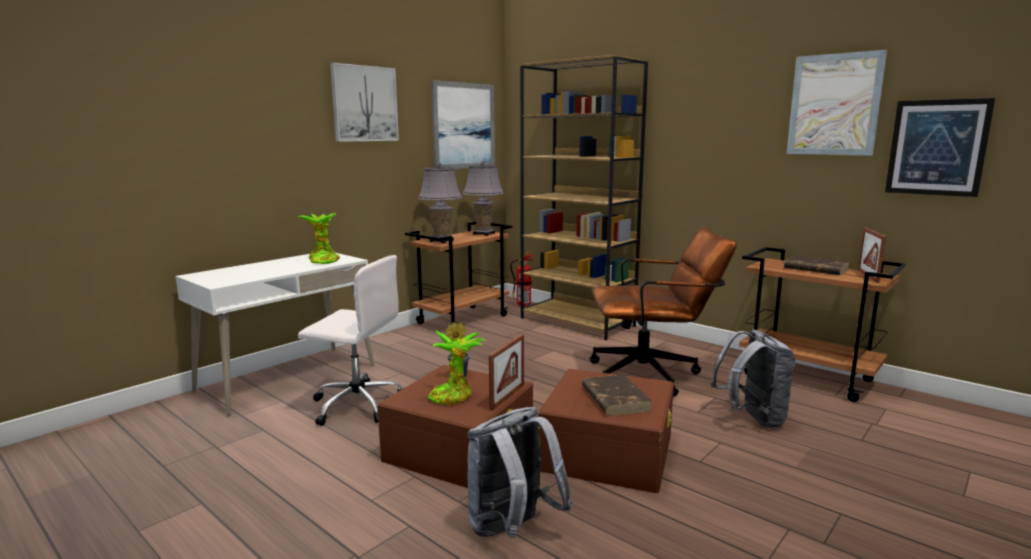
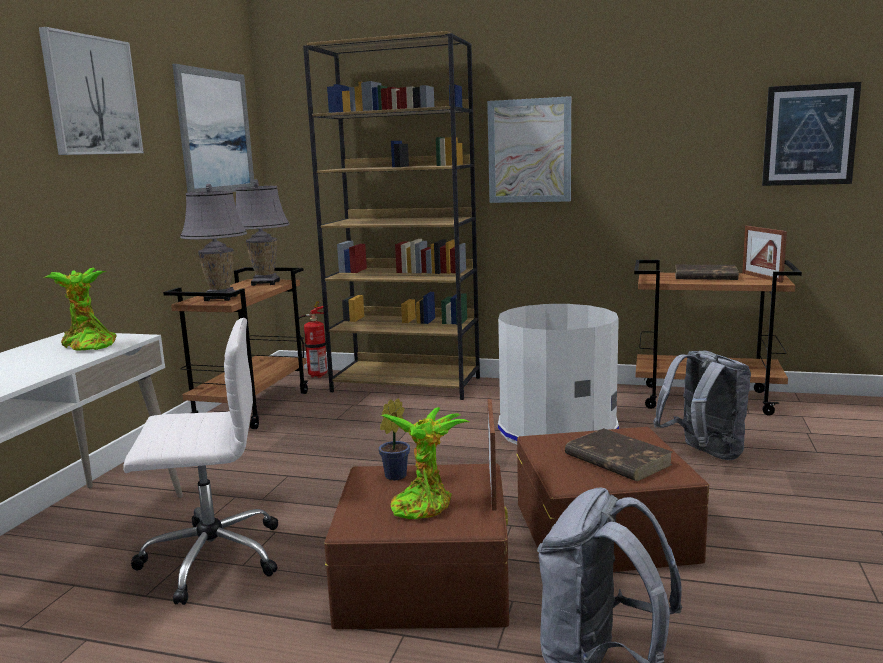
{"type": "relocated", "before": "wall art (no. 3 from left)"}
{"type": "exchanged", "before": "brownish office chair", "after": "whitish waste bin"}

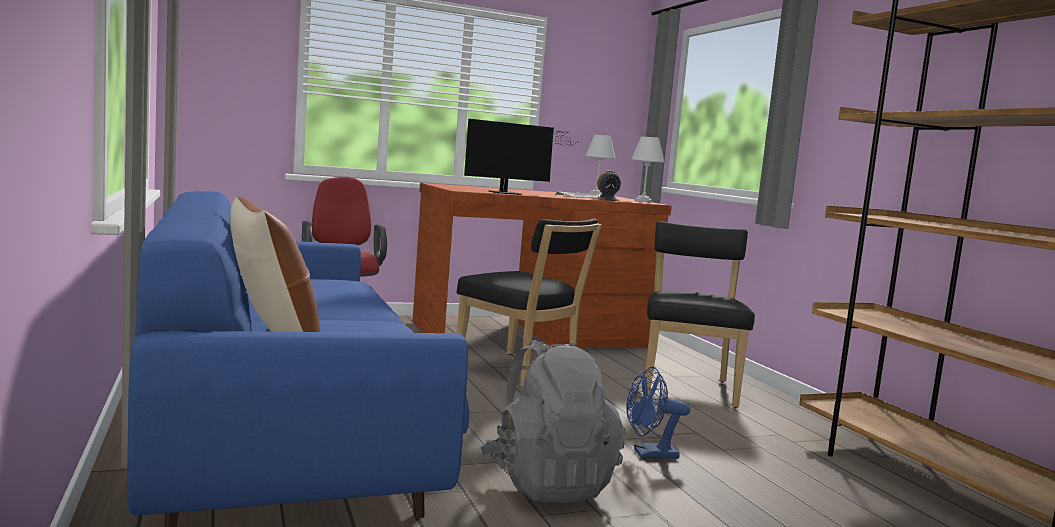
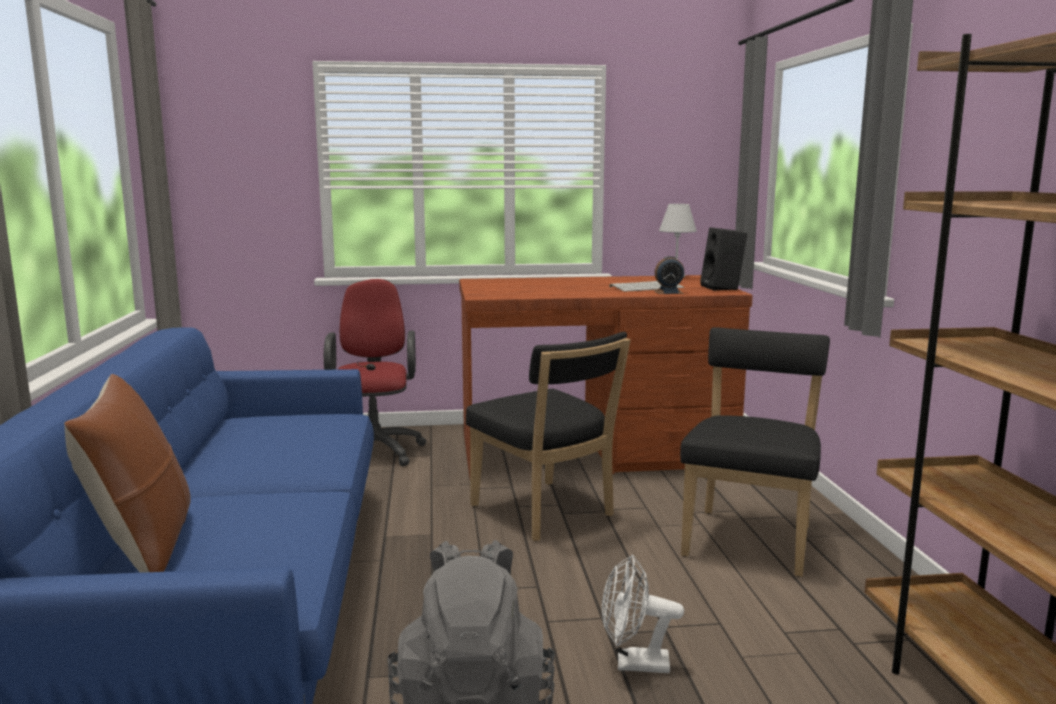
{"type": "missing", "before": "computer display"}
{"type": "exchanged", "before": "whitish table lamp (no. 2 from left)", "after": "blackish audio speaker"}
{"type": "colour", "before": "bluish cooling fan", "after": "whitish cooling fan"}

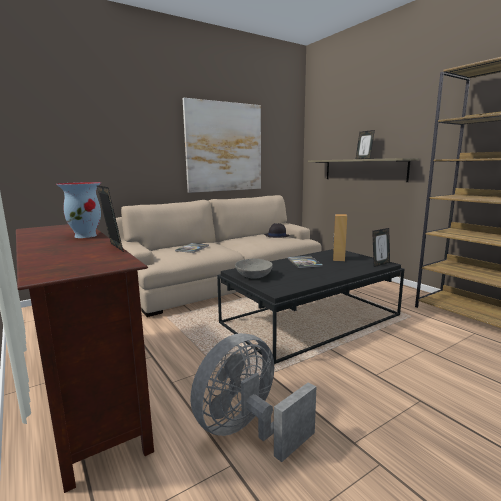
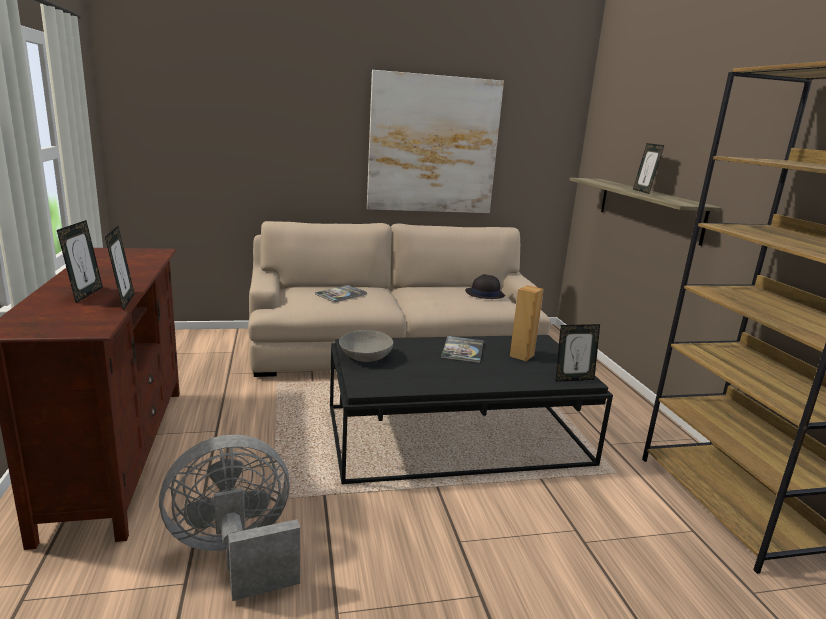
{"type": "missing", "before": "vase"}
{"type": "appeared", "after": "photo frame (no. 1 from left)"}

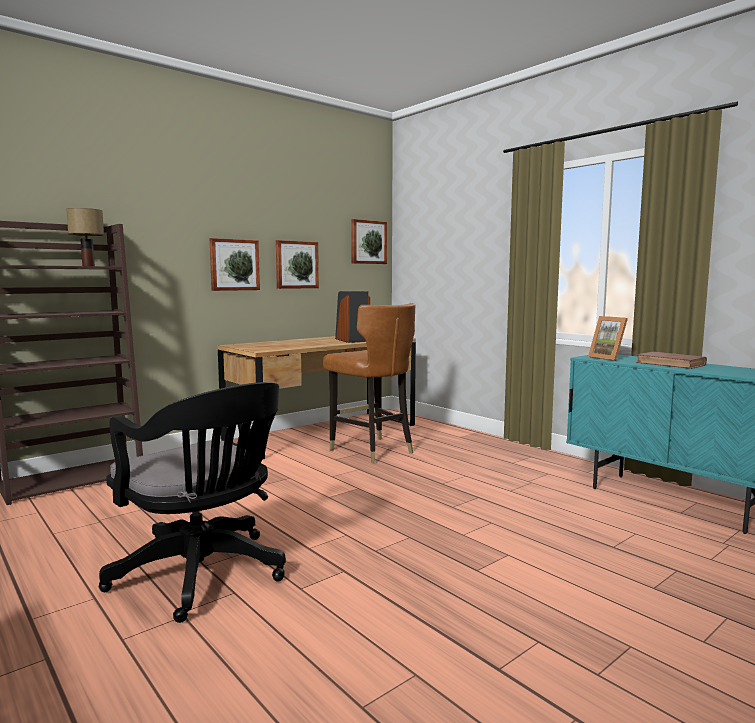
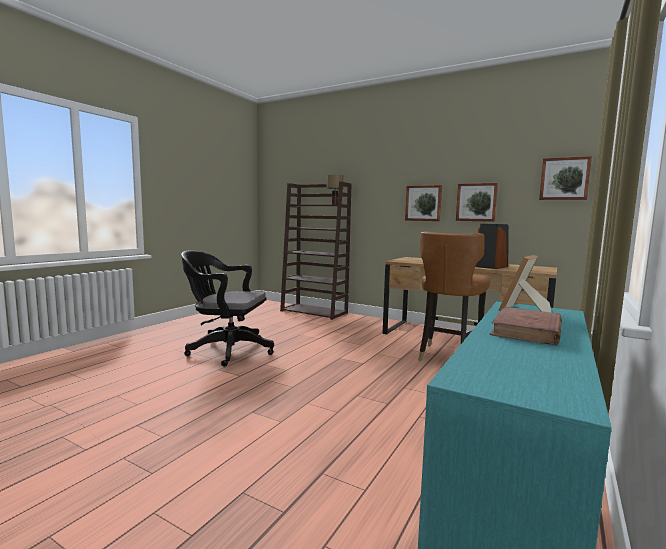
{"type": "spun", "before": "blackish office chair", "turn": 75}

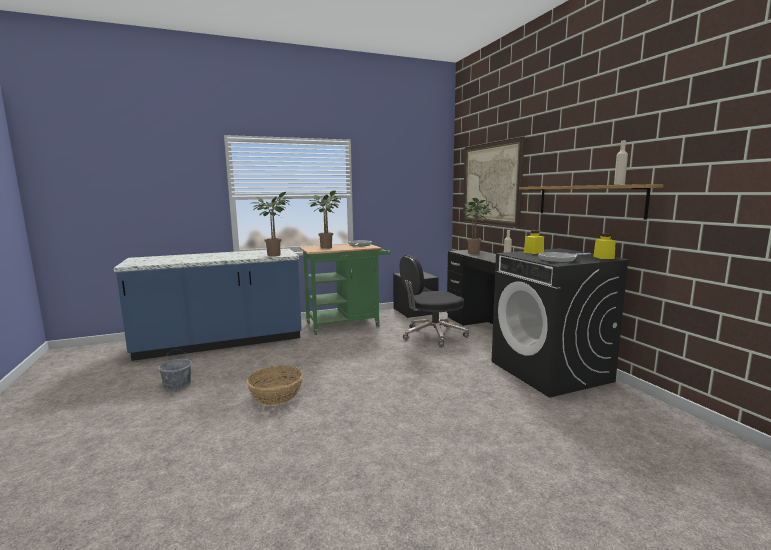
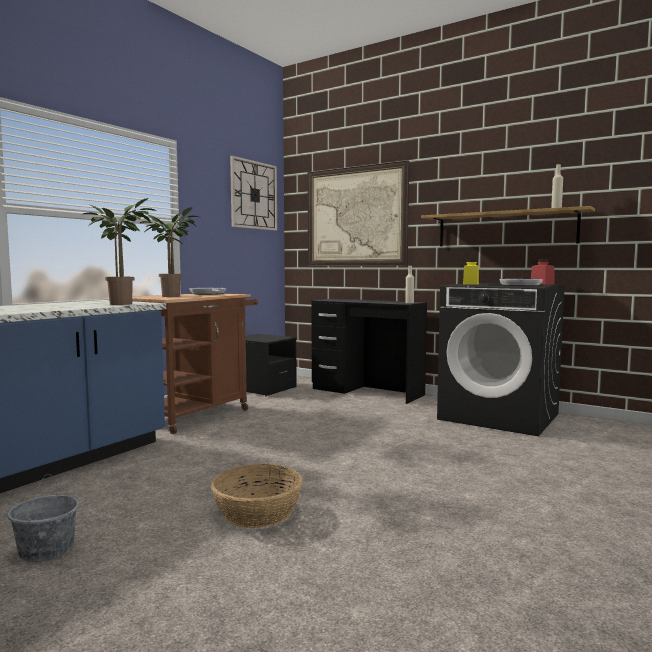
{"type": "missing", "before": "plant in a pot (no. 3 from left)"}
{"type": "colour", "before": "yellow-coloured storage jar (no. 2 from left)", "after": "red storage jar"}
{"type": "colour", "before": "green-coloured wheeled cart", "after": "brownish wheeled cart"}
{"type": "missing", "before": "blackish office chair"}
{"type": "appeared", "after": "clock on the wall"}

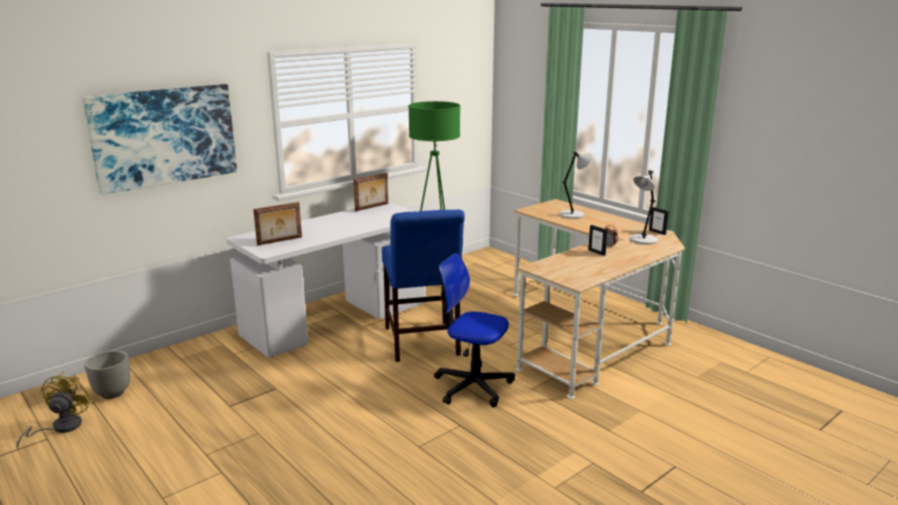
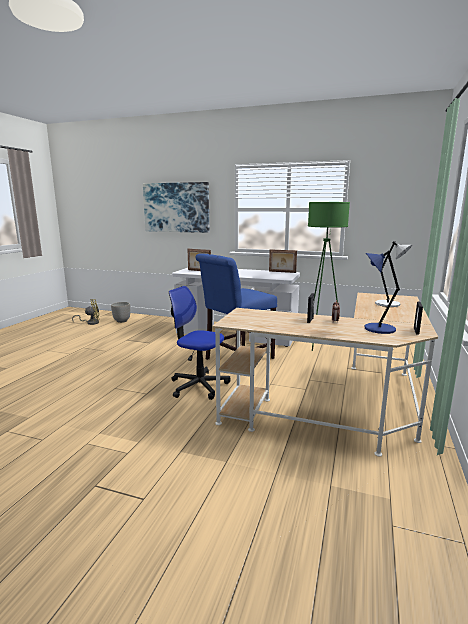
{"type": "colour", "before": "grey table lamp (no. 2 from left)", "after": "bluish table lamp"}
{"type": "spun", "before": "office chair", "turn": -60}

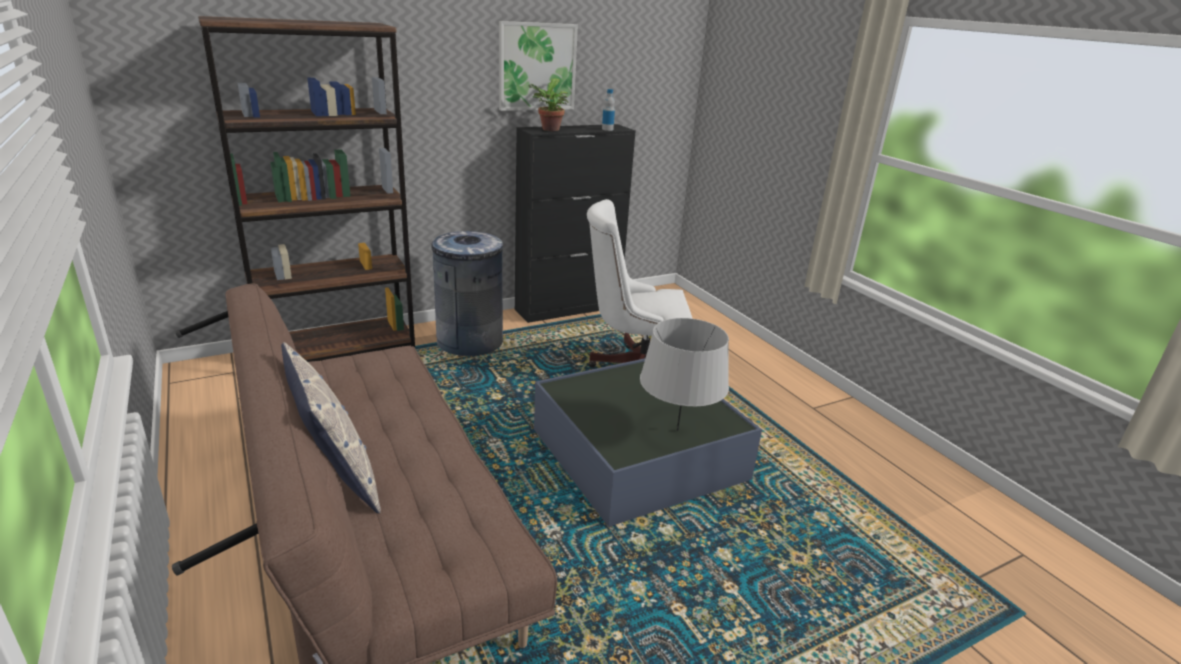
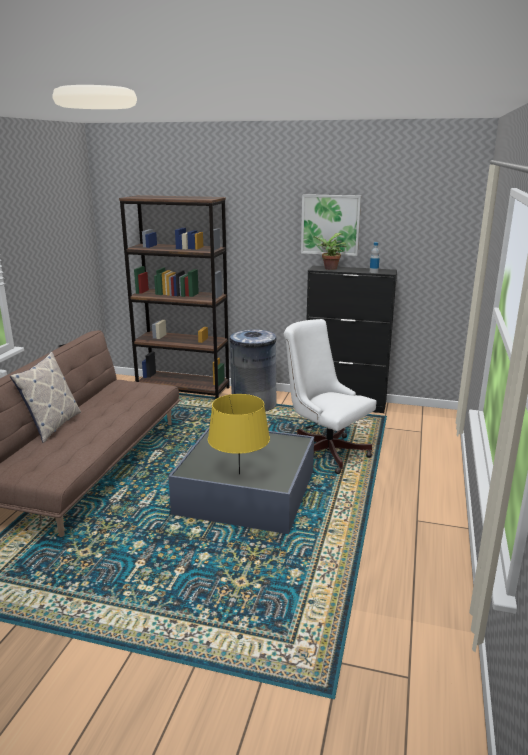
{"type": "colour", "before": "grey table lamp", "after": "yellow-coloured table lamp"}

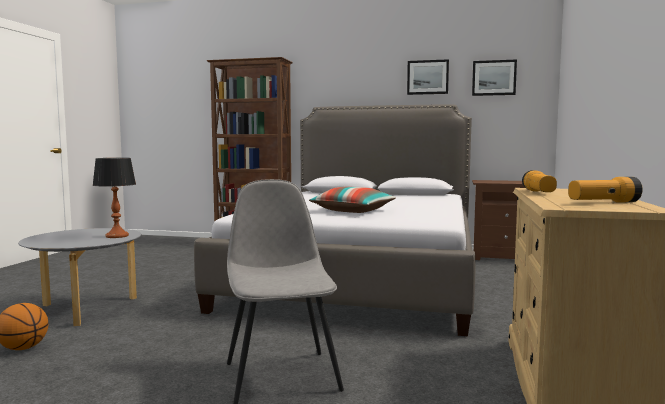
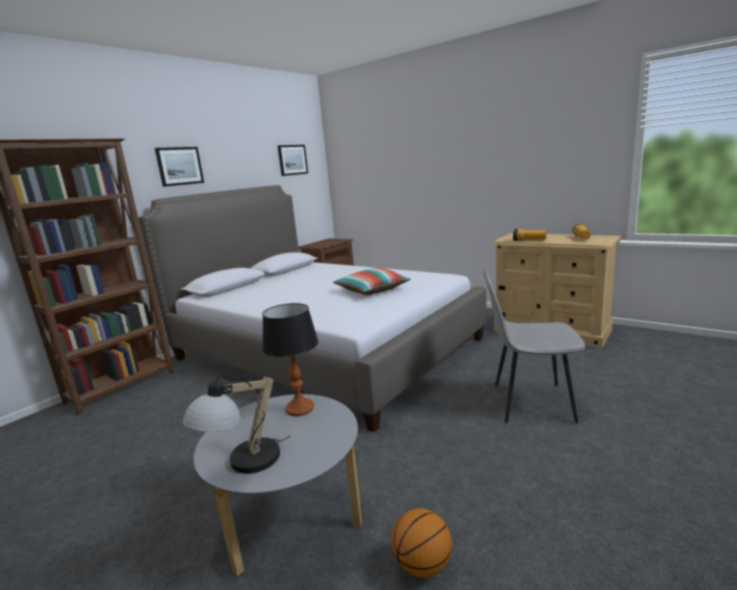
{"type": "relocated", "before": "wall art (no. 1 from left)"}
{"type": "appeared", "after": "table lamp (no. 1 from left)"}

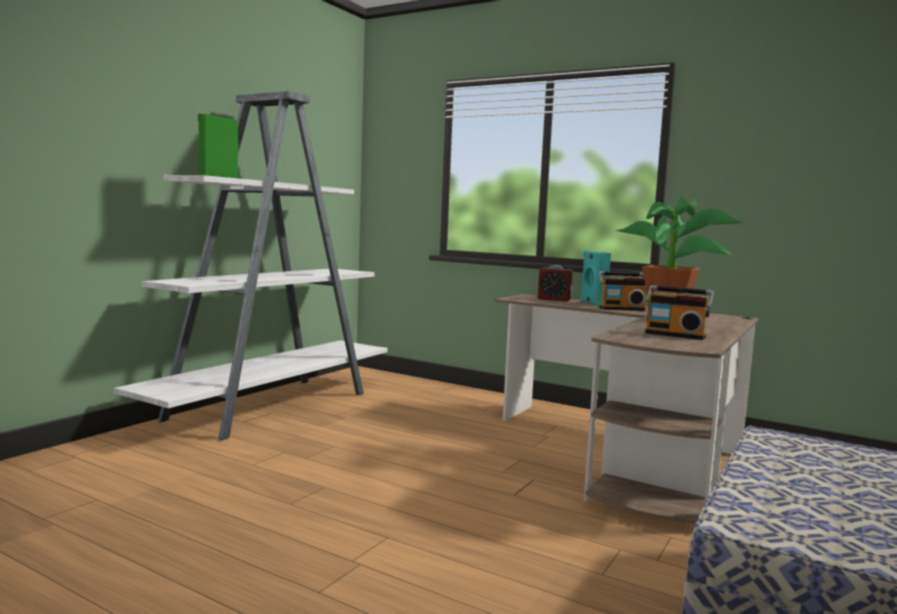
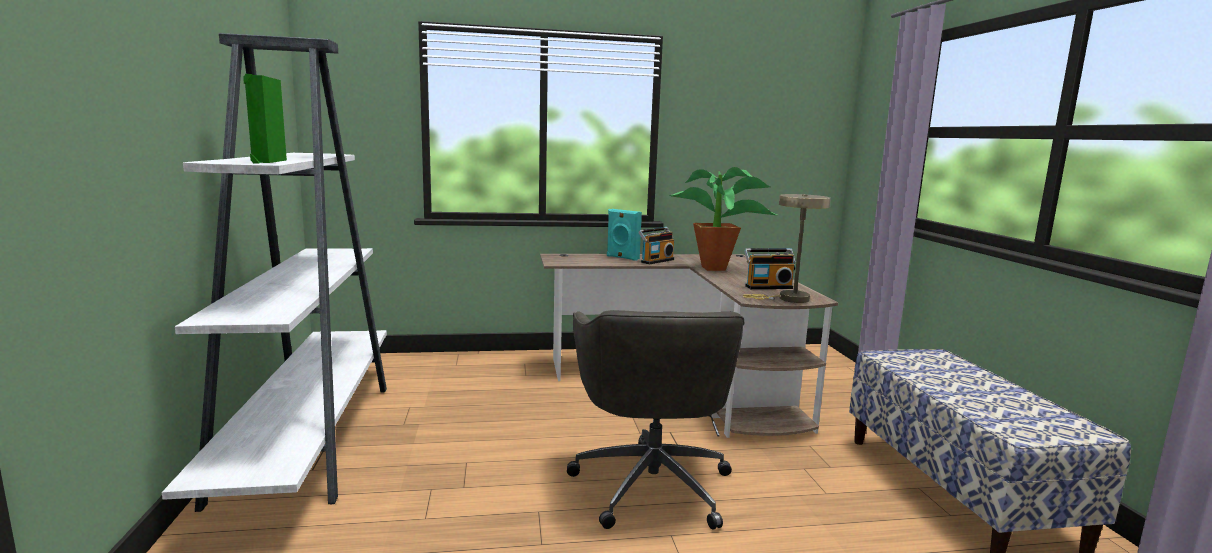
{"type": "missing", "before": "bedside clock"}
{"type": "appeared", "after": "sand-coloured table lamp"}
{"type": "appeared", "after": "grey office chair"}

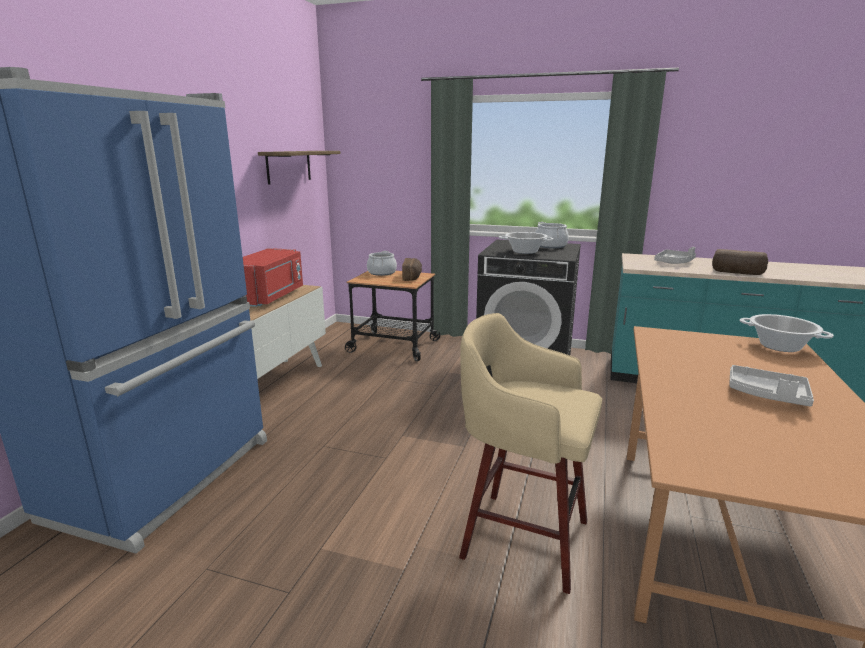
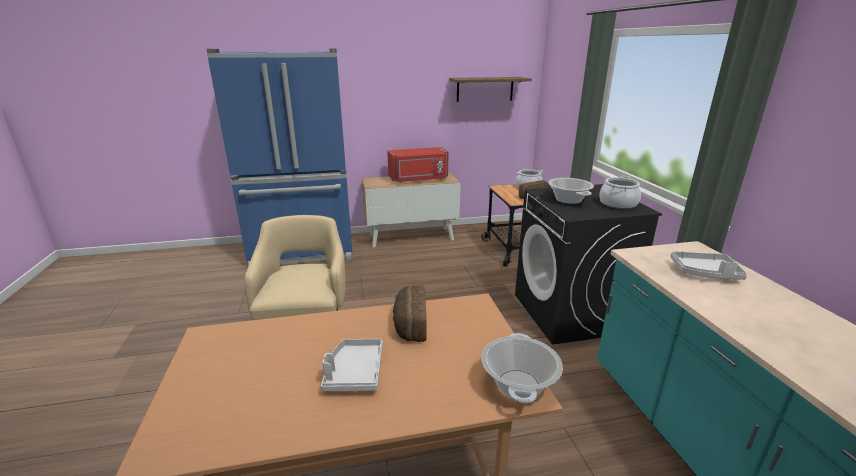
{"type": "relocated", "before": "bakery bread (no. 2 from left in the first image)", "after": "bakery bread (no. 1 from left)"}

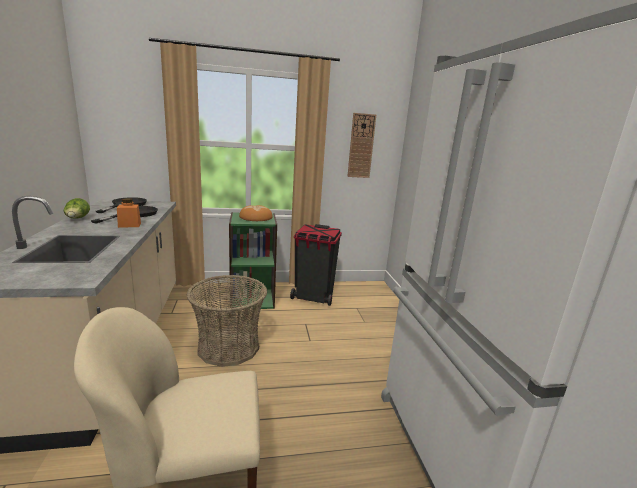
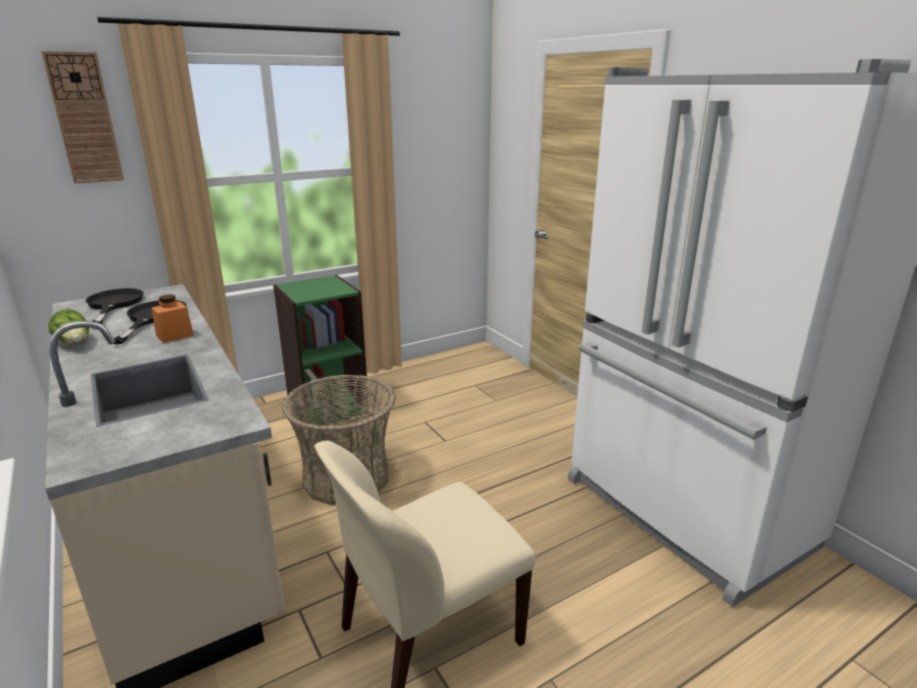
{"type": "relocated", "before": "clock on the wall"}
{"type": "missing", "before": "bakery bread"}
{"type": "missing", "before": "blackish waste bin"}

